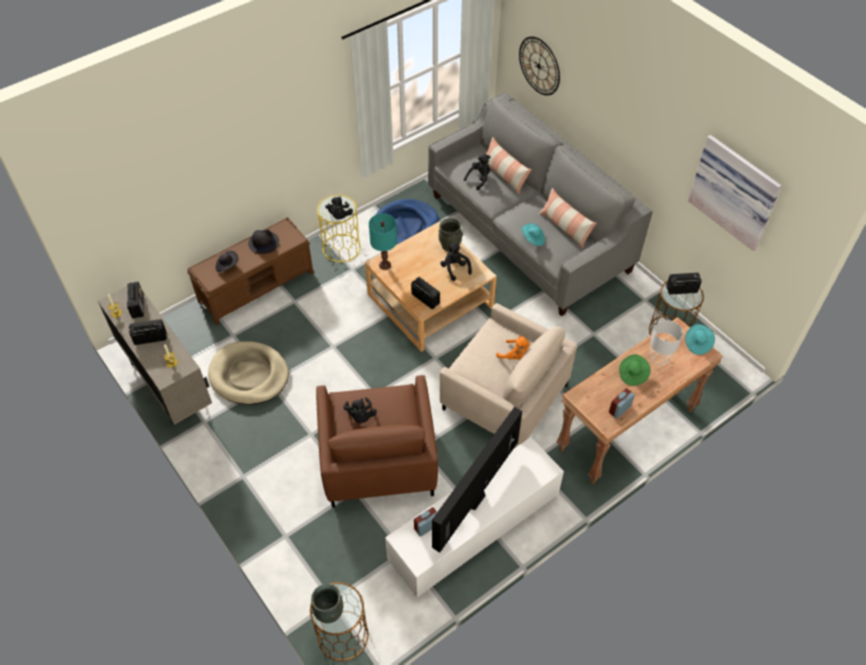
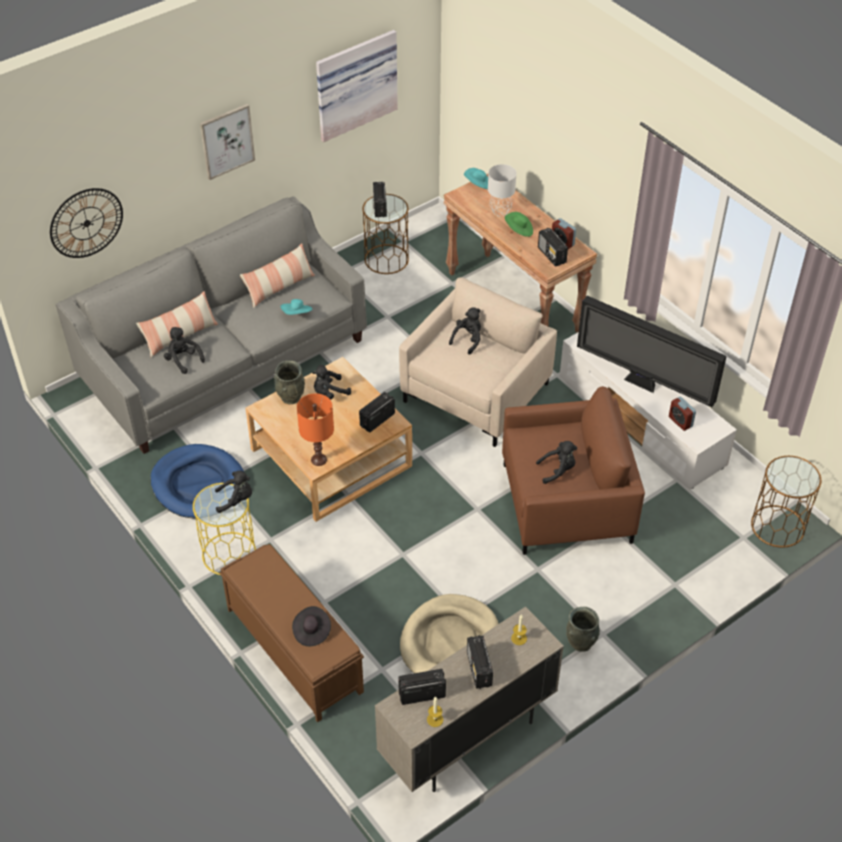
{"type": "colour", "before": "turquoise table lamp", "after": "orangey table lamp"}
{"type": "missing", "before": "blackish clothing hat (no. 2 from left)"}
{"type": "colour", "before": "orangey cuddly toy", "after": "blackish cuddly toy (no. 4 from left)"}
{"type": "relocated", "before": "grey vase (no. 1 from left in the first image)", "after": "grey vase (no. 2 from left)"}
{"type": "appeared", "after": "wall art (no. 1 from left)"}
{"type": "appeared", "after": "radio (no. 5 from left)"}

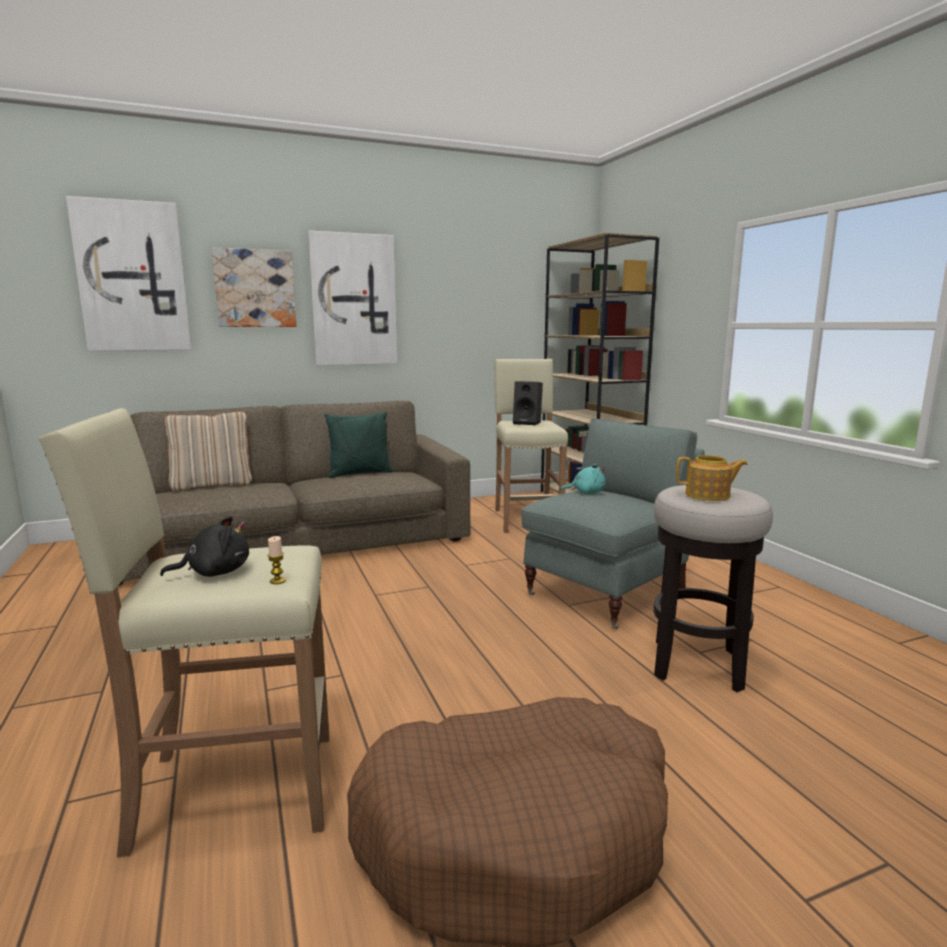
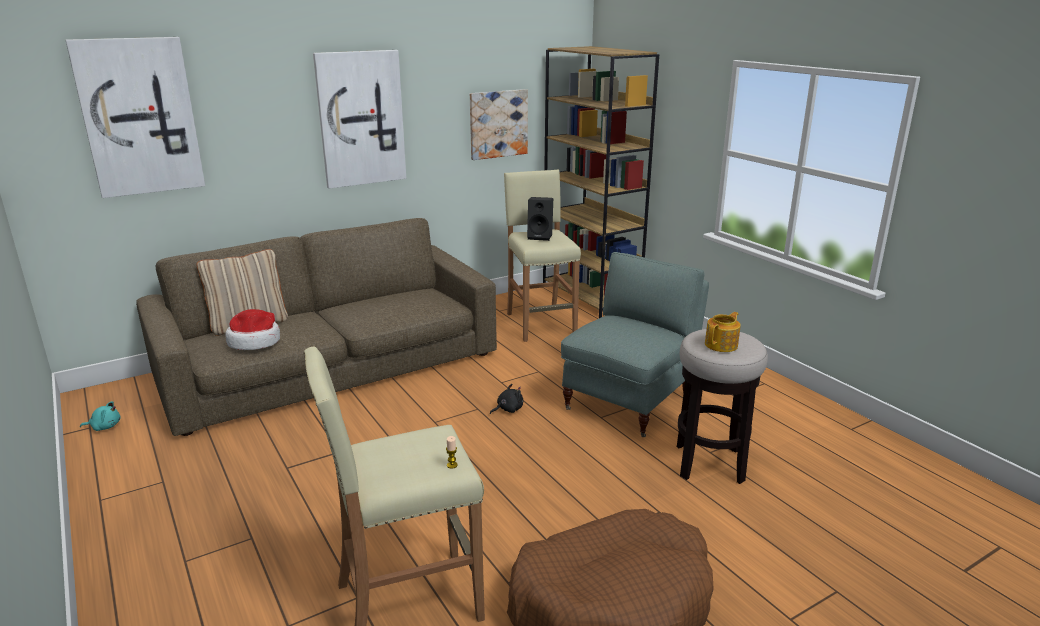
{"type": "relocated", "before": "wall art (no. 2 from left in the first image)", "after": "wall art (no. 3 from left)"}
{"type": "missing", "before": "green-coloured cushion"}
{"type": "spun", "before": "pot for tea", "turn": -45}
{"type": "relocated", "before": "turquoise cuddly toy"}
{"type": "relocated", "before": "blackish cuddly toy"}
{"type": "appeared", "after": "clothing hat"}

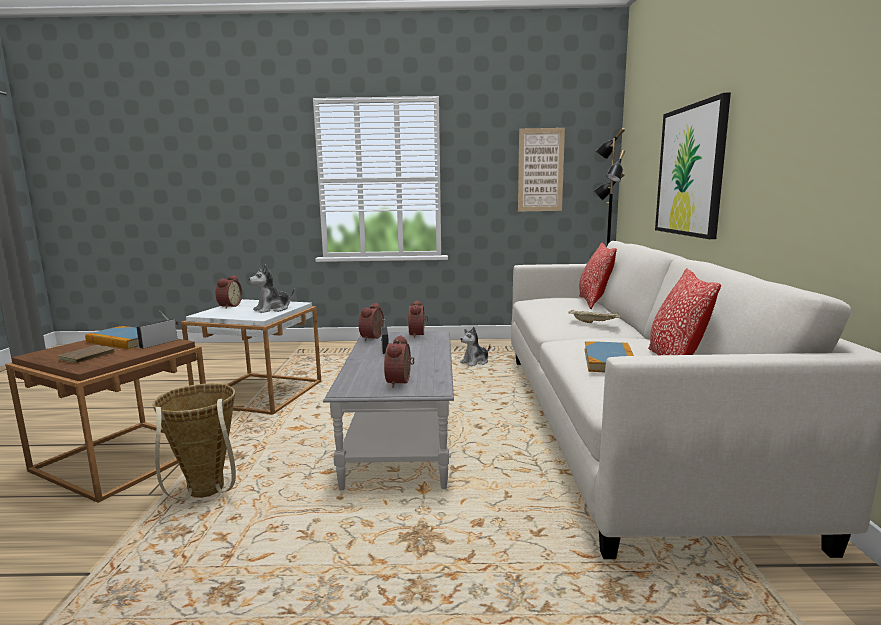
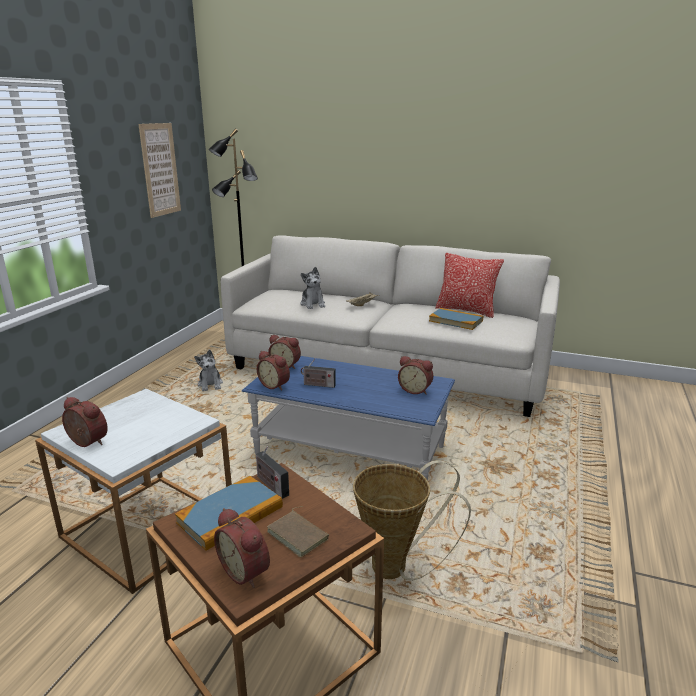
{"type": "missing", "before": "wall art (no. 2 from left)"}
{"type": "missing", "before": "cushion (no. 1 from left)"}
{"type": "relocated", "before": "cuddly toy (no. 1 from left in the first image)", "after": "cuddly toy (no. 2 from left)"}
{"type": "colour", "before": "grey lounge table", "after": "bluish lounge table"}
{"type": "appeared", "after": "bedside clock (no. 2 from left)"}

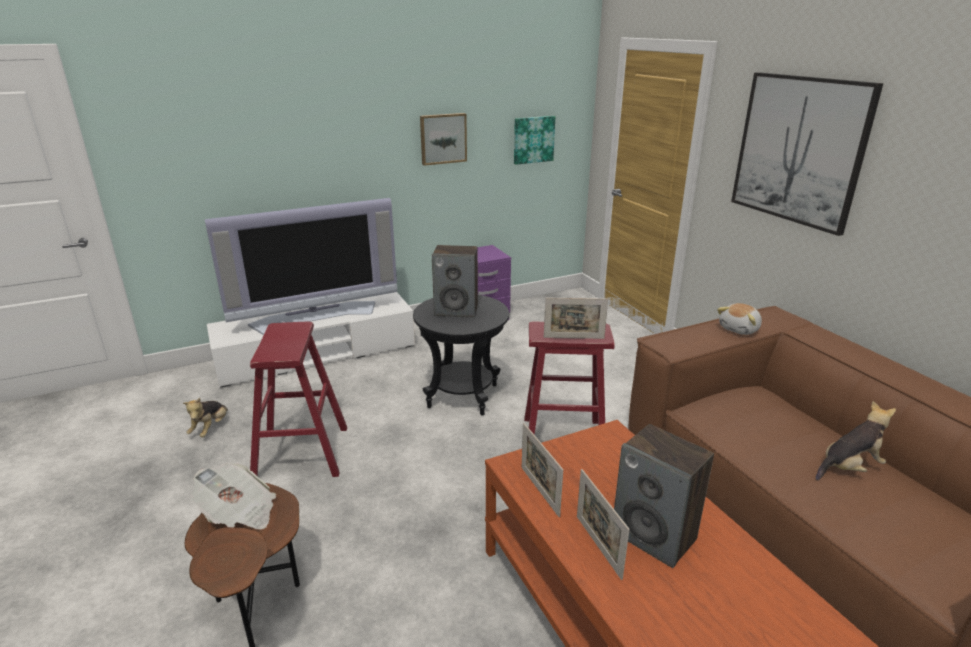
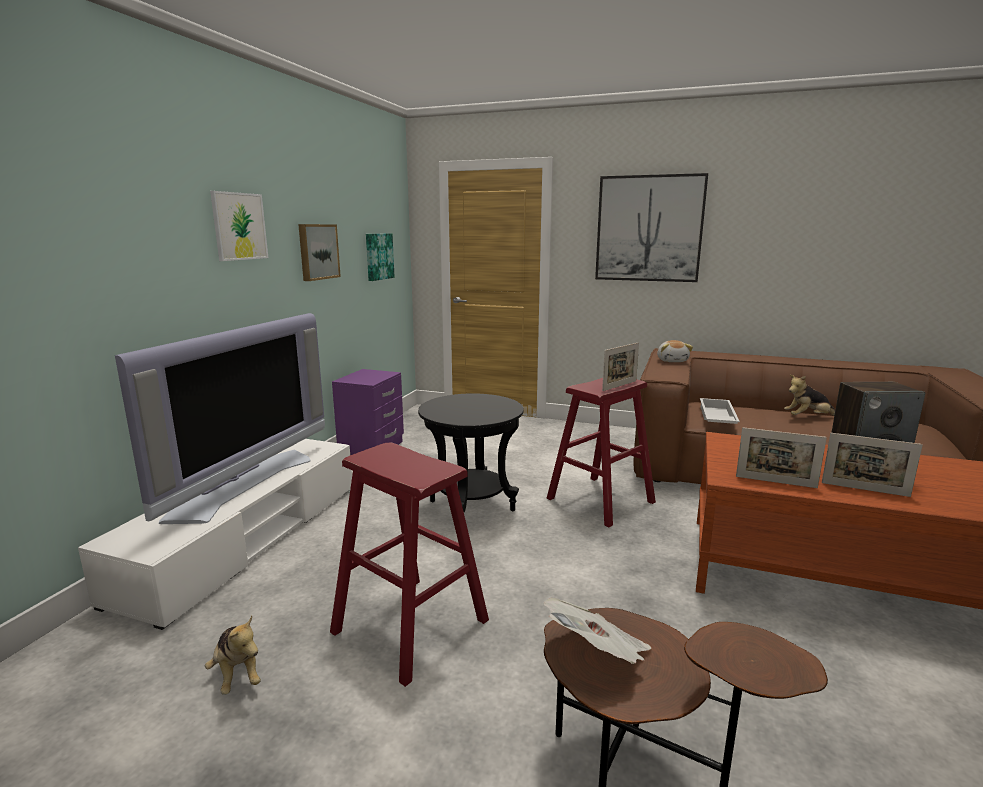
{"type": "missing", "before": "audio speaker (no. 1 from left)"}
{"type": "spun", "before": "cuddly toy (no. 3 from left)", "turn": -120}
{"type": "appeared", "after": "wall art (no. 1 from left)"}
{"type": "appeared", "after": "whitish tray"}

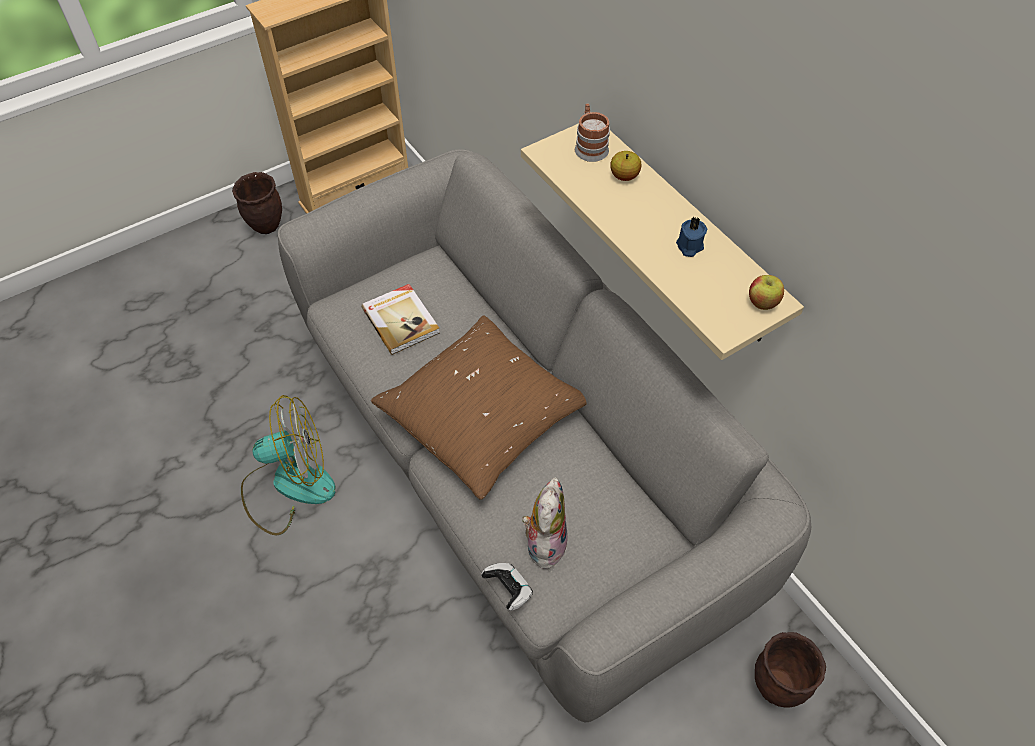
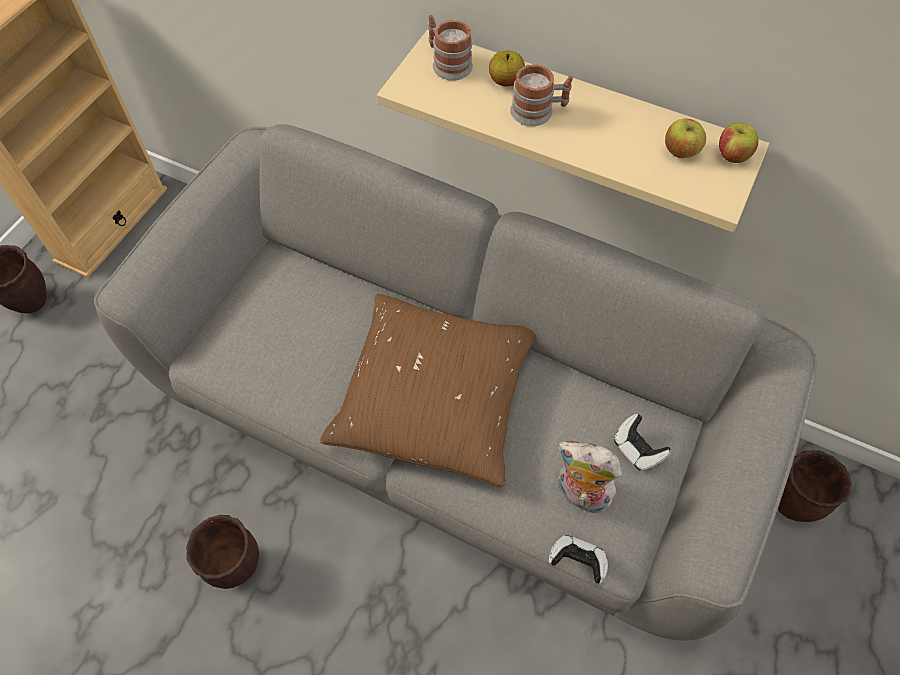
{"type": "missing", "before": "bluish wax candle"}
{"type": "missing", "before": "volume"}
{"type": "exchanged", "before": "cooling fan", "after": "brownish planter (no. 2 from left)"}
{"type": "spun", "before": "cuddly toy", "turn": -45}
{"type": "appeared", "after": "tea mug (no. 2 from left)"}
{"type": "appeared", "after": "apple fruit (no. 2 from left)"}
{"type": "appeared", "after": "game controller (no. 2 from left)"}

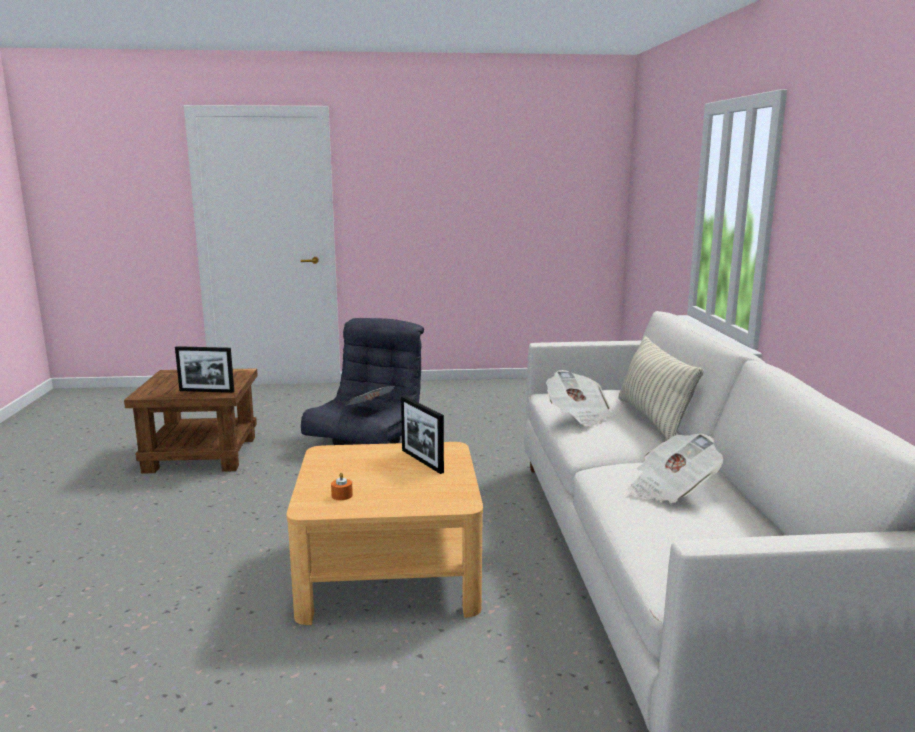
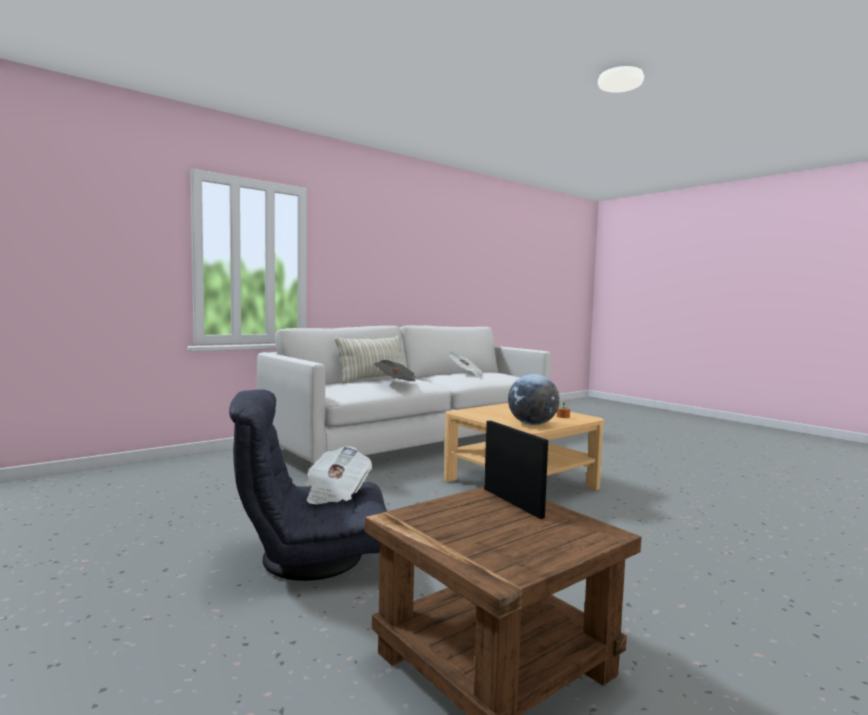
{"type": "missing", "before": "photo frame (no. 2 from left)"}
{"type": "appeared", "after": "desk globe"}

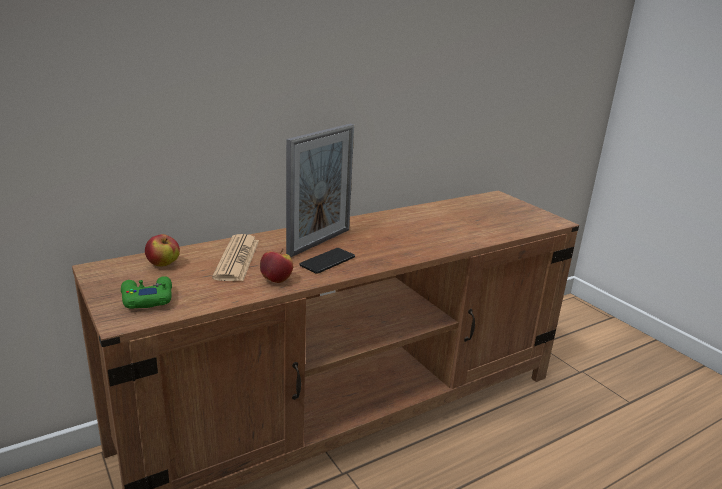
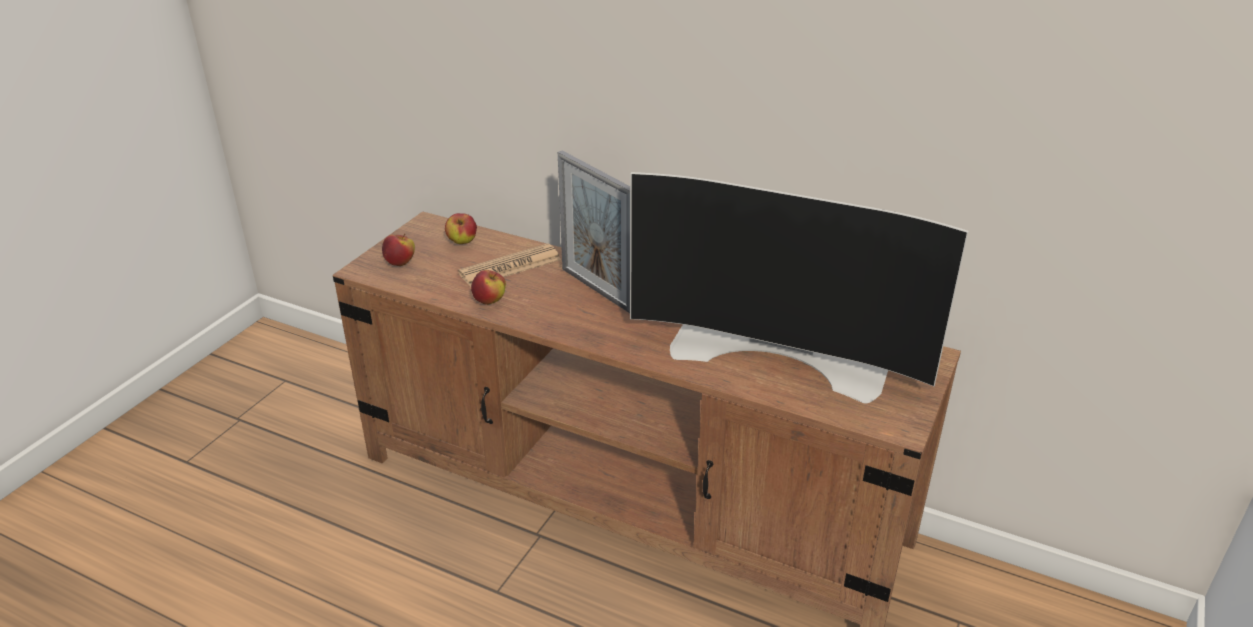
{"type": "spun", "before": "photo frame", "turn": 45}
{"type": "missing", "before": "phone"}
{"type": "exchanged", "before": "green-coloured game controller", "after": "apple fruit (no. 1 from left)"}
{"type": "appeared", "after": "television"}

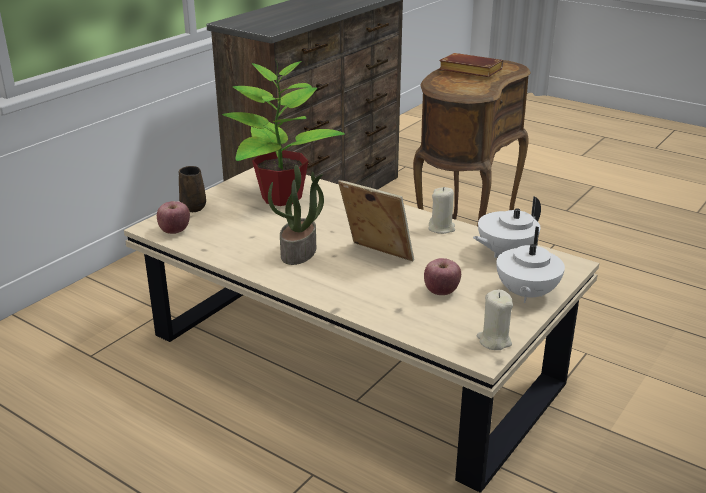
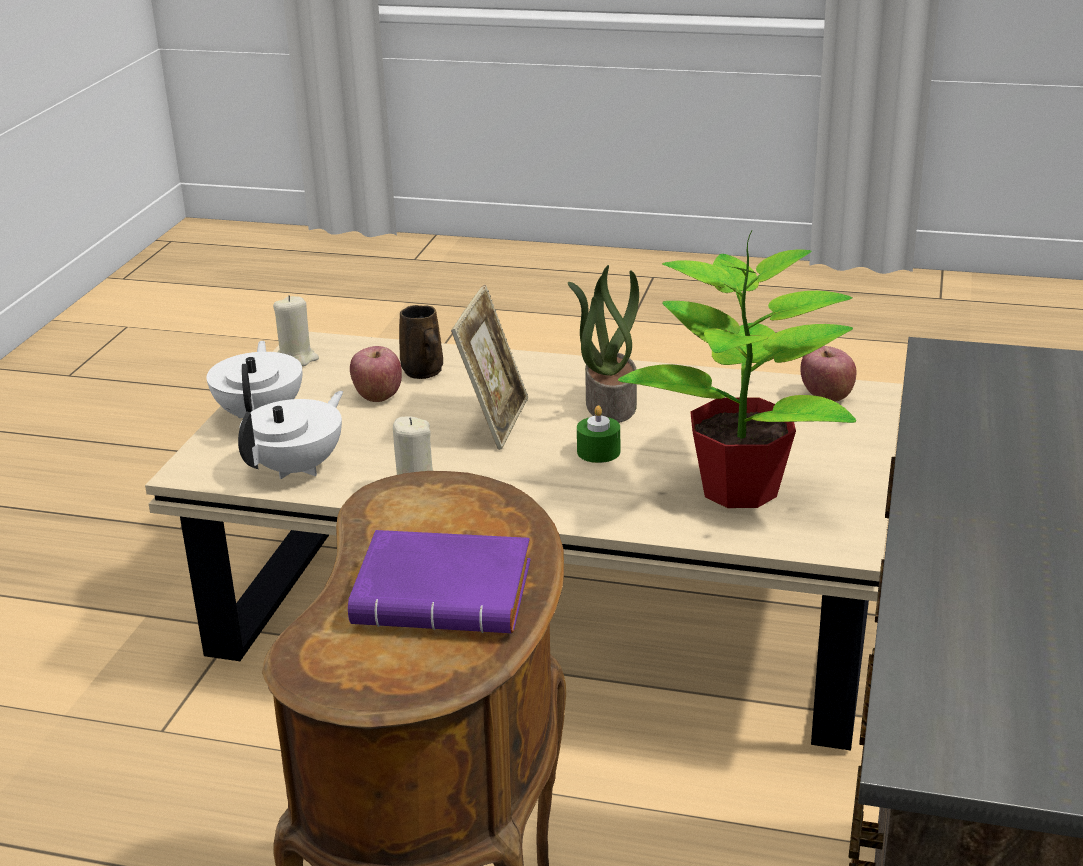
{"type": "colour", "before": "brownish volume", "after": "purplish volume"}
{"type": "relocated", "before": "brownish tea mug"}
{"type": "spun", "before": "photo frame", "turn": -90}
{"type": "appeared", "after": "green-coloured wax candle"}

